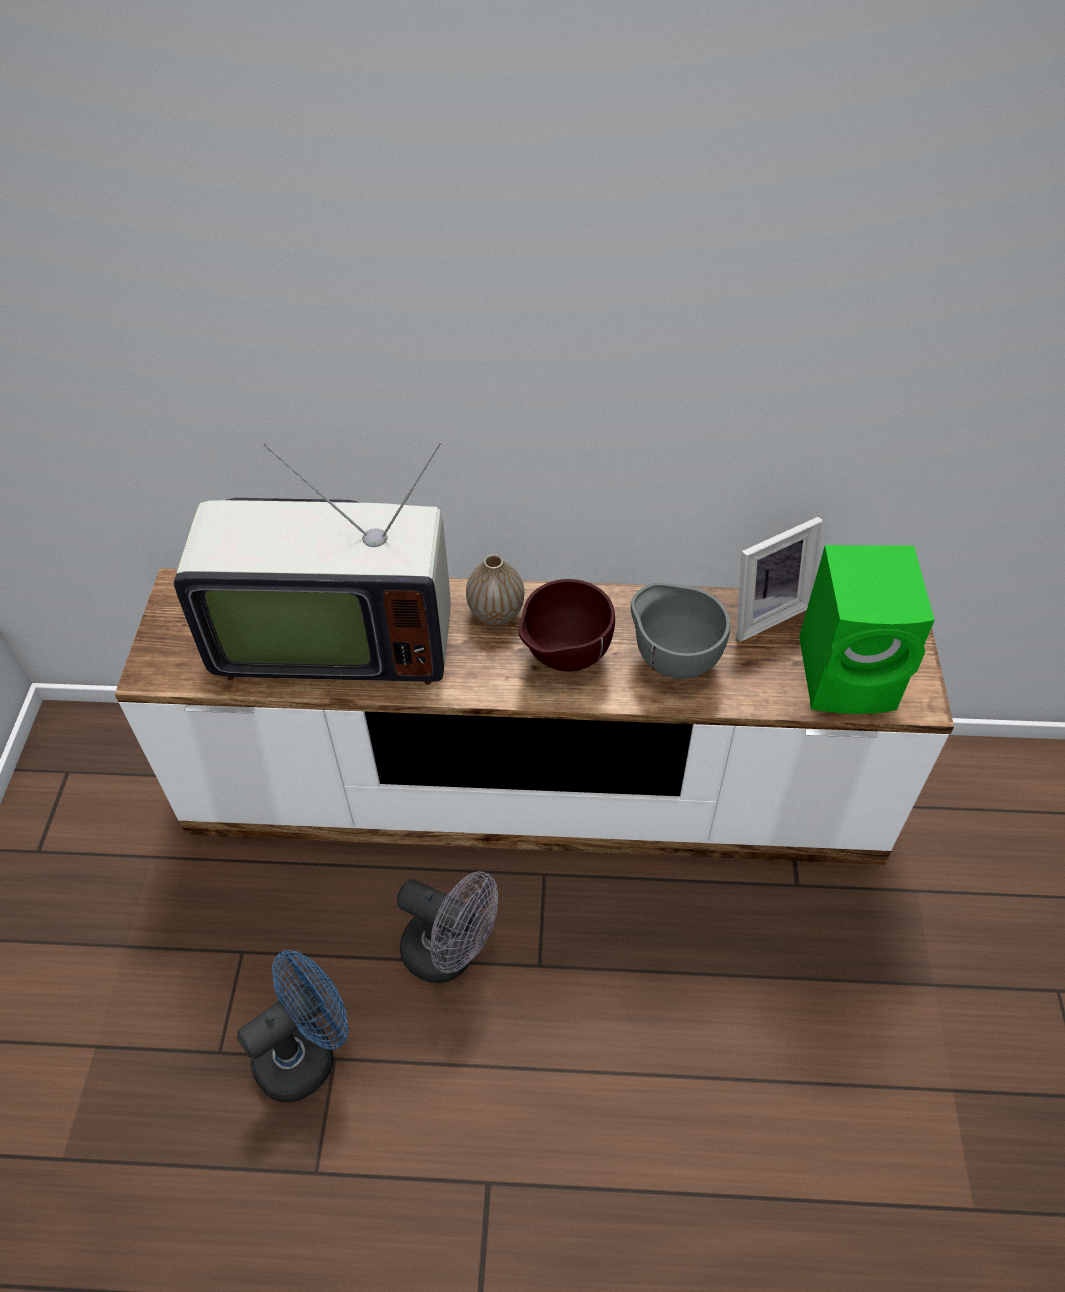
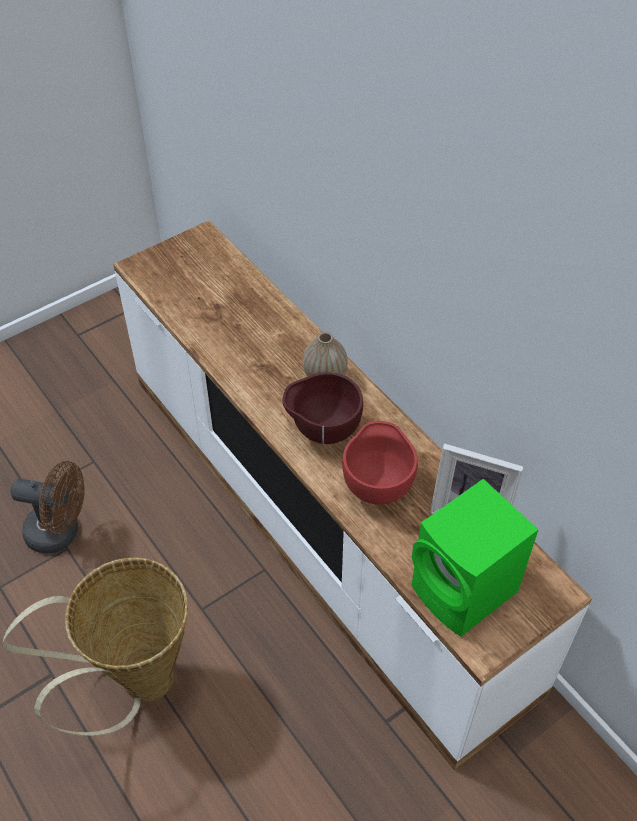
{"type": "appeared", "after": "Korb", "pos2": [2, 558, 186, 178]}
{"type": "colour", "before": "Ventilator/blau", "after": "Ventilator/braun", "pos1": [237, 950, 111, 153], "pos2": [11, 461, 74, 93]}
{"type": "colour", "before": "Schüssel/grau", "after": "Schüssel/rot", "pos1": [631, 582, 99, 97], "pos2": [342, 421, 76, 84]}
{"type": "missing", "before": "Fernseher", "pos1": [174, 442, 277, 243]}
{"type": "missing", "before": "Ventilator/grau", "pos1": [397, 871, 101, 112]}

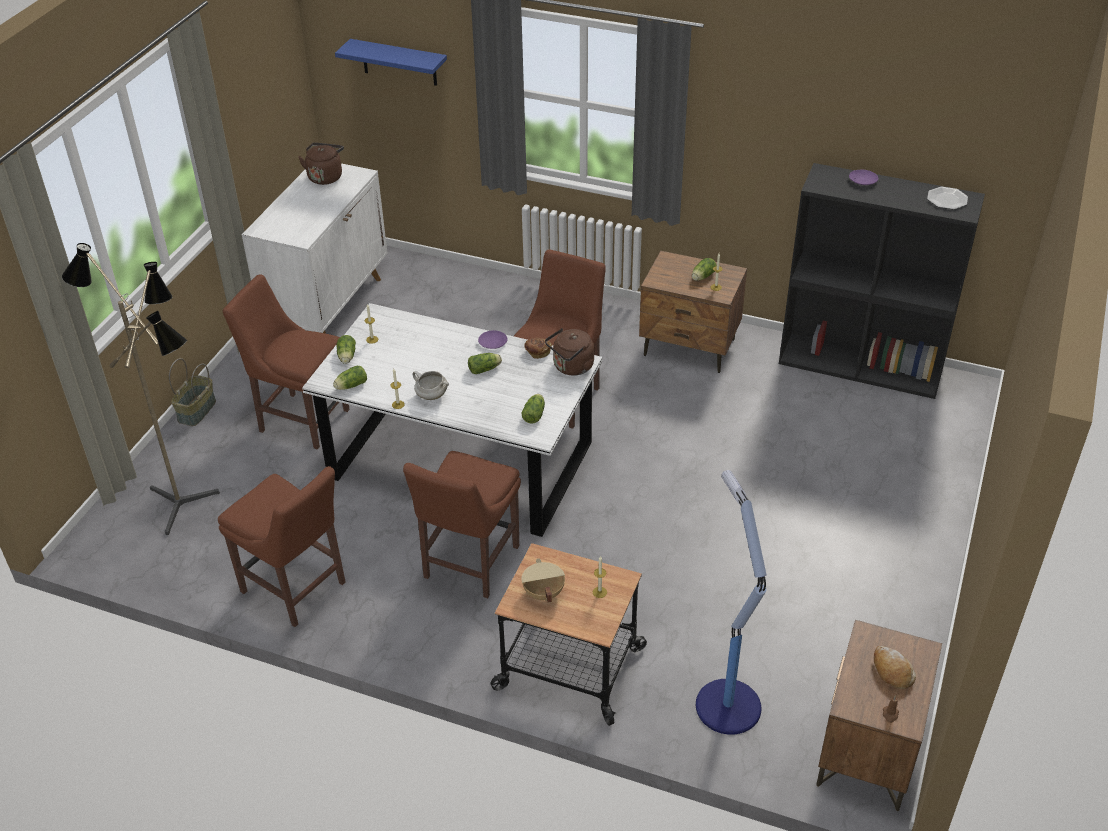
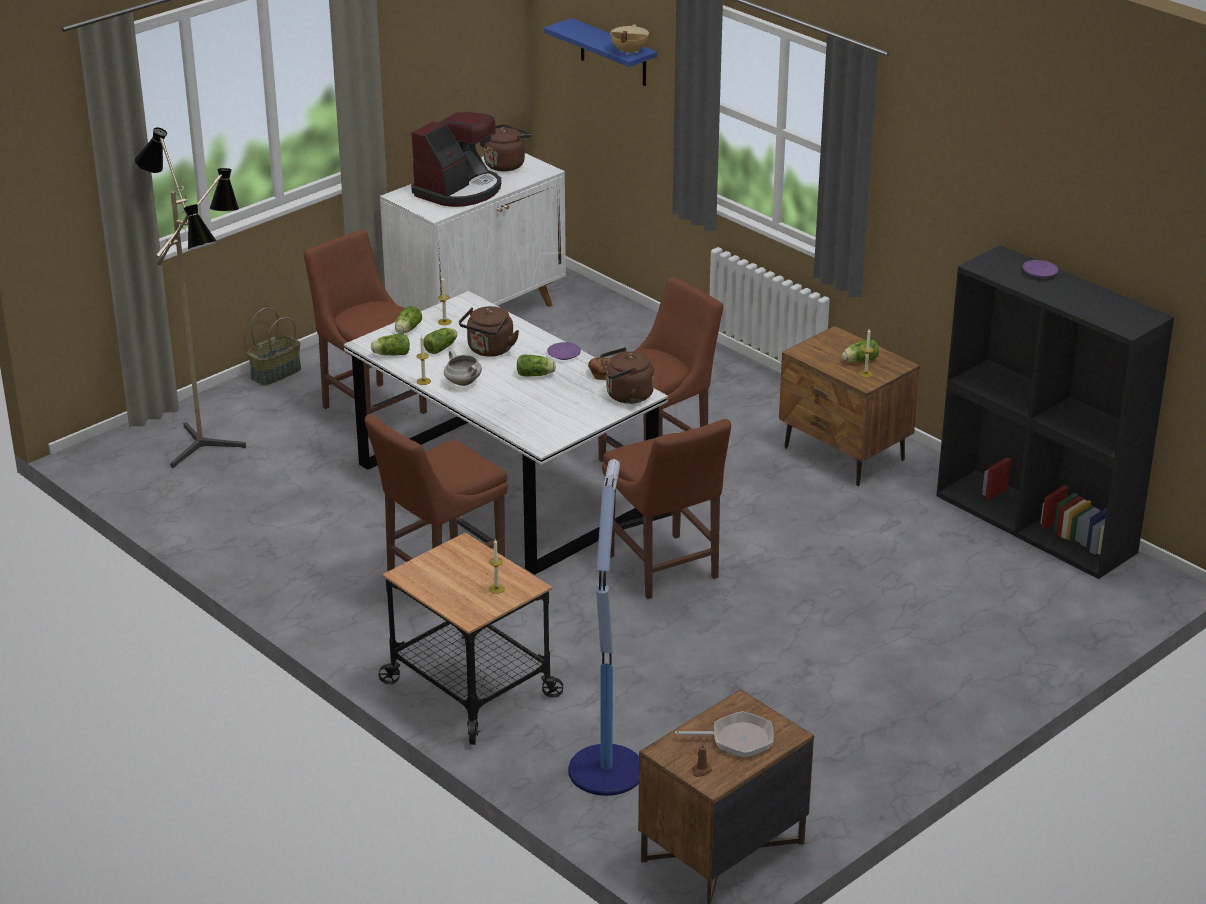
{"type": "appeared", "after": "Kaffeemaschine", "pos2": [411, 112, 90, 95]}
{"type": "relocated", "before": "Salatkopf", "pos1": [522, 394, 23, 30], "pos2": [423, 328, 34, 26]}
{"type": "appeared", "after": "Wasserkessel/braun", "pos2": [459, 306, 60, 51]}
{"type": "relocated", "before": "Stuhl/braun", "pos1": [218, 466, 128, 161], "pos2": [602, 419, 129, 180]}
{"type": "relocated", "before": "Kochtopf/beige", "pos1": [521, 558, 44, 45], "pos2": [610, 24, 39, 31]}
{"type": "exchanged", "before": "Brot", "after": "Pfanne", "pos1": [874, 646, 42, 43], "pos2": [675, 711, 99, 47]}
{"type": "missing", "before": "Teller", "pos1": [927, 187, 41, 22]}

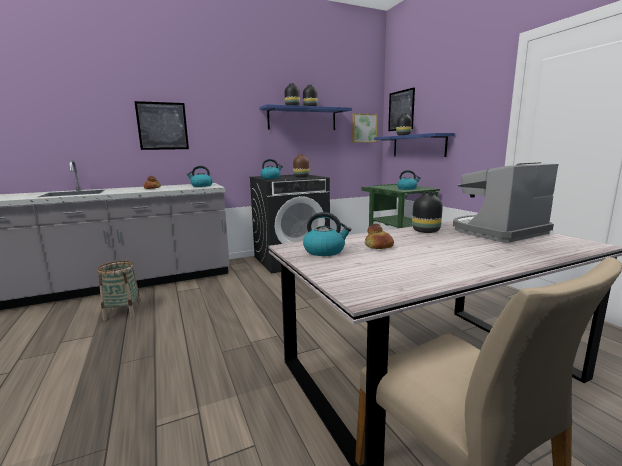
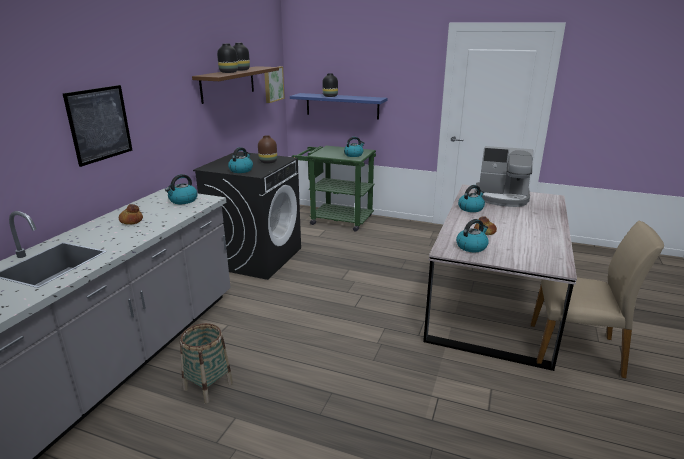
{"type": "colour", "before": "Wandregal/blau", "after": "Wandregal/braun", "pos1": [259, 104, 93, 26], "pos2": [192, 66, 87, 38]}
{"type": "exchanged", "before": "Vase/schwarz", "after": "Wasserkessel", "pos1": [412, 192, 31, 41], "pos2": [458, 185, 27, 27]}
{"type": "spun", "before": "Kaffeemaschine", "pos1": [453, 162, 105, 81], "pos2": [474, 146, 59, 61], "turn": -90}
{"type": "missing", "before": "Bild", "pos1": [388, 87, 27, 44]}

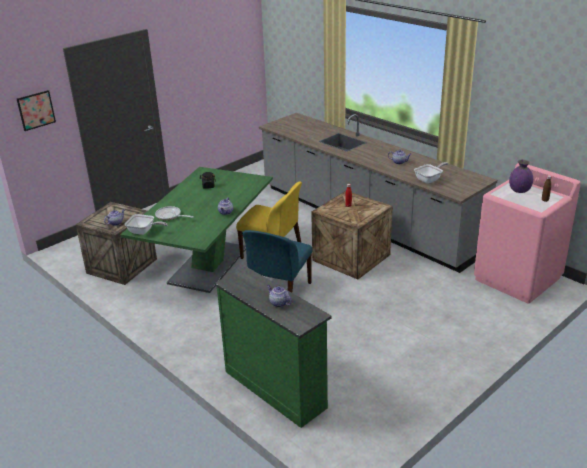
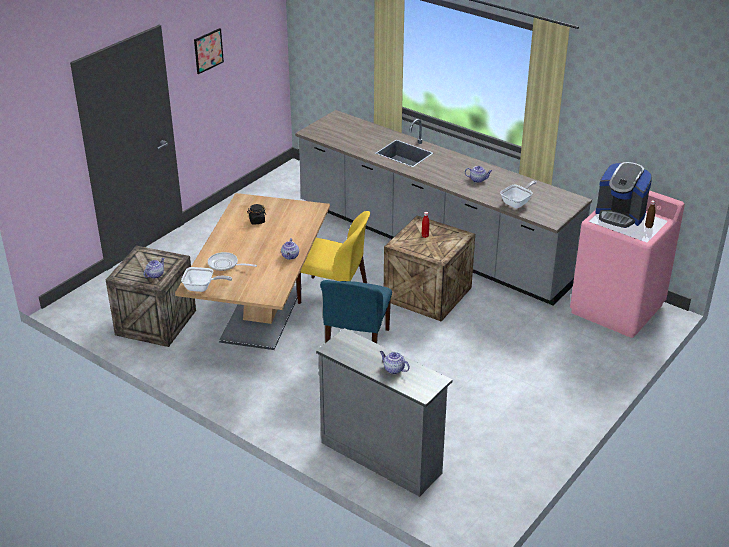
{"type": "colour", "before": "Esstisch/grün", "after": "Esstisch/braun", "pos1": [120, 167, 153, 126], "pos2": [175, 193, 155, 157]}
{"type": "relocated", "before": "Bild", "pos1": [17, 90, 39, 41], "pos2": [194, 28, 30, 46]}
{"type": "colour", "before": "Kommode/grün", "after": "Kommode/grau", "pos1": [215, 267, 117, 161], "pos2": [316, 328, 137, 169]}
{"type": "exchanged", "before": "Vase/lila", "after": "Kaffeemaschine", "pos1": [509, 159, 24, 34], "pos2": [595, 162, 57, 66]}

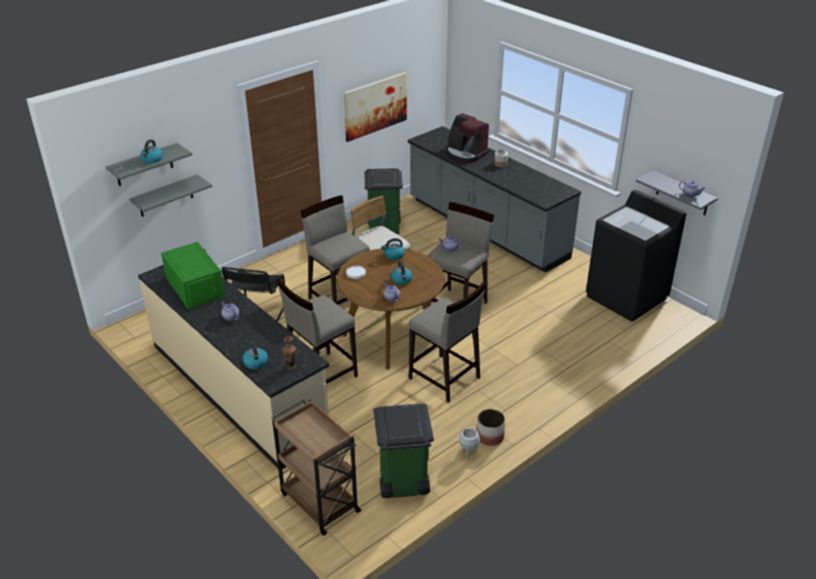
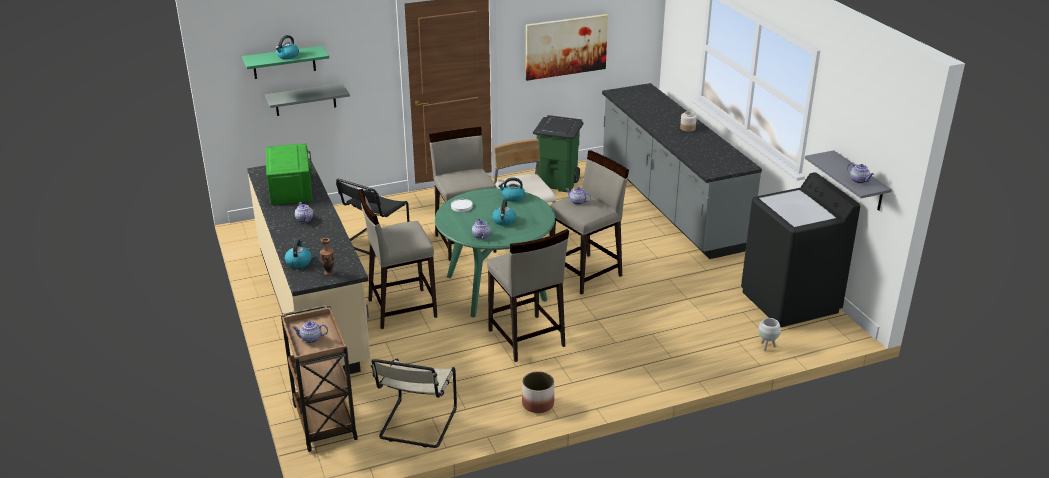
{"type": "colour", "before": "Wandregal/grau", "after": "Wandregal/grün", "pos1": [106, 143, 86, 43], "pos2": [242, 46, 87, 33]}
{"type": "appeared", "after": "Teekanne", "pos2": [292, 321, 36, 22]}
{"type": "exchanged", "before": "Mülleimer/grün", "after": "Stuhl/beige", "pos1": [373, 404, 61, 94], "pos2": [371, 359, 86, 89]}
{"type": "colour", "before": "Esstisch/braun", "after": "Esstisch/grün", "pos1": [336, 248, 109, 121], "pos2": [435, 188, 120, 129]}
{"type": "relocated", "before": "Pflanzkübel/weiß", "pos1": [459, 428, 21, 32], "pos2": [758, 318, 23, 33]}
{"type": "missing", "before": "Kaffeemaschine", "pos1": [446, 113, 43, 50]}

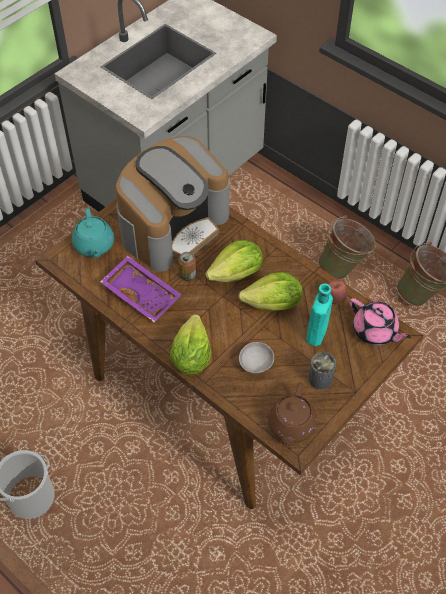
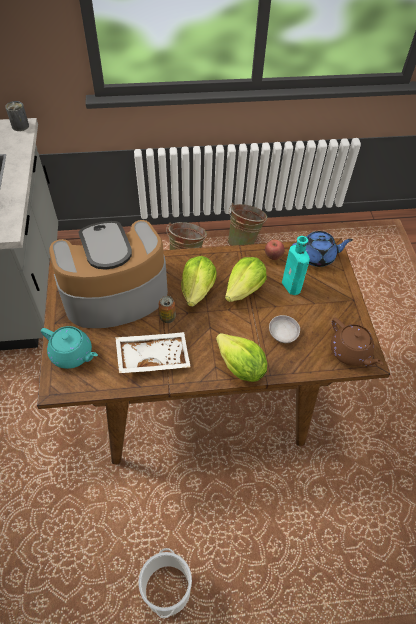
{"type": "relocated", "before": "Dose", "pos1": [308, 352, 28, 38], "pos2": [5, 101, 24, 30]}
{"type": "spun", "before": "Kaffeemaschine", "pos1": [115, 136, 115, 136], "pos2": [49, 220, 119, 108], "turn": -105}
{"type": "colour", "before": "Tablett/lila", "after": "Tablett/weiß", "pos1": [100, 256, 82, 67], "pos2": [115, 332, 75, 41]}
{"type": "colour", "before": "Teekanne/rosa", "after": "Teekanne/blau", "pos1": [350, 298, 61, 47], "pos2": [292, 231, 61, 36]}

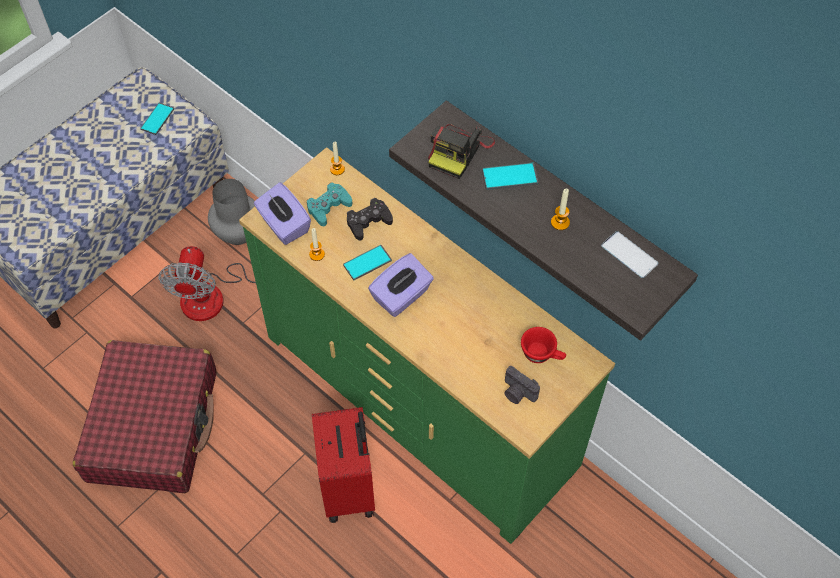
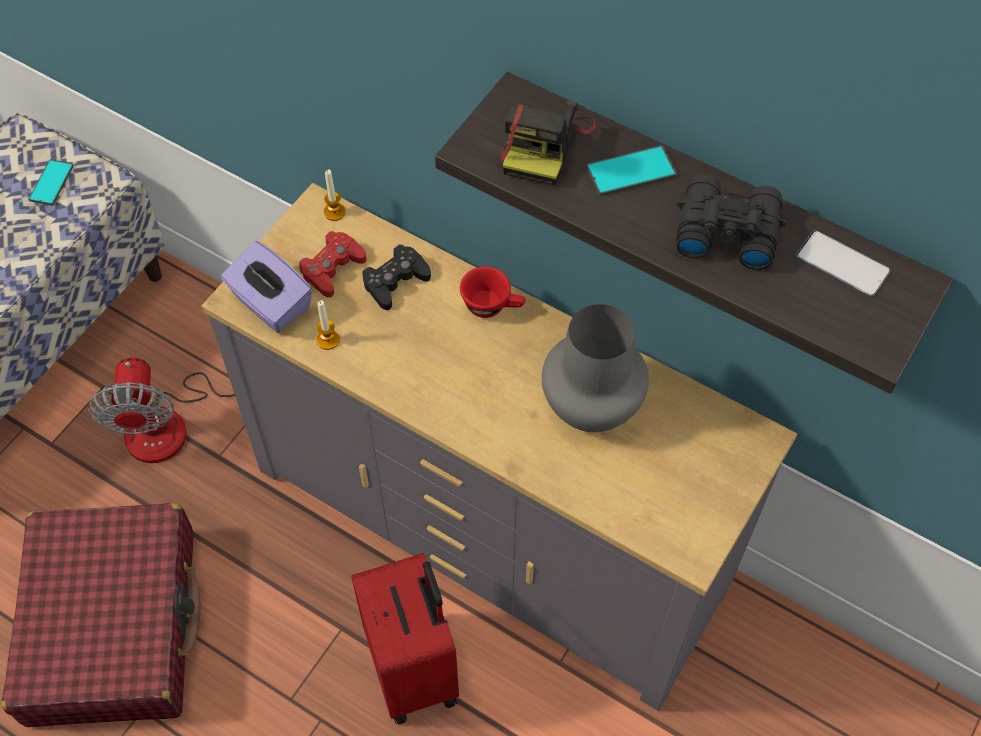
{"type": "colour", "before": "Kommode/grün", "after": "Kommode/grau", "pos1": [239, 147, 376, 397], "pos2": [202, 183, 595, 528]}
{"type": "colour", "before": "Gamepad/türkis", "after": "Gamepad/rot", "pos1": [307, 182, 45, 44], "pos2": [299, 231, 67, 66]}
{"type": "relocated", "before": "Tasse/rot", "pos1": [521, 327, 45, 36], "pos2": [460, 266, 66, 52]}
{"type": "relocated", "before": "Vase/grau", "pos1": [208, 179, 47, 66], "pos2": [542, 304, 107, 128]}
{"type": "exchanged", "before": "Kerze", "after": "Fernglas/schwarz", "pos1": [551, 189, 19, 41], "pos2": [676, 175, 110, 95]}
{"type": "missing", "before": "Handy", "pos1": [343, 245, 49, 35]}
{"type": "missing", "before": "Taschentuchbox/lila", "pos1": [368, 253, 66, 64]}
{"type": "missing", "before": "Kamera", "pos1": [504, 366, 36, 38]}

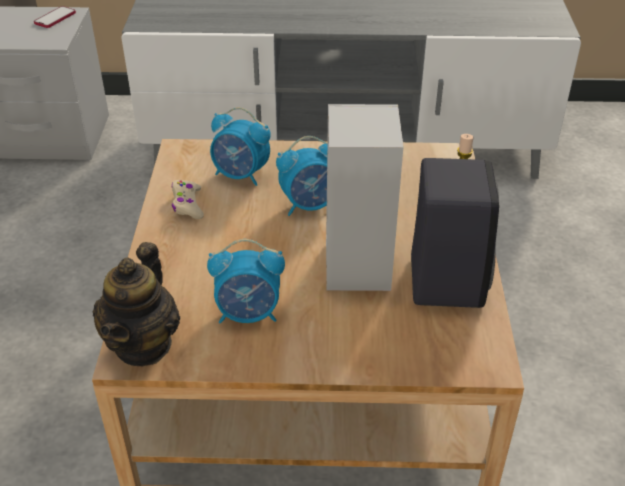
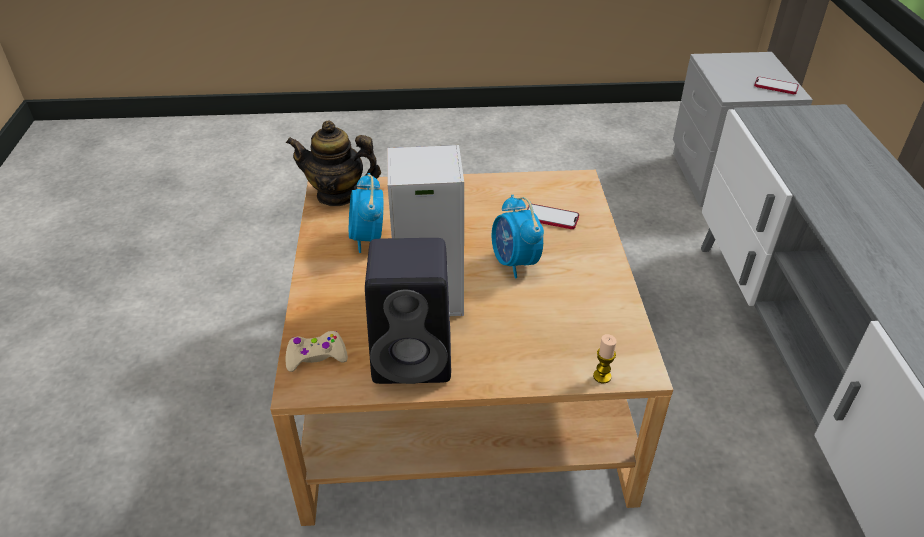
{"type": "relocated", "before": "Gamepad/beige", "pos1": [172, 180, 32, 39], "pos2": [286, 331, 62, 41]}
{"type": "exchanged", "before": "Wecker", "after": "Handy", "pos1": [210, 107, 61, 79], "pos2": [527, 204, 52, 25]}

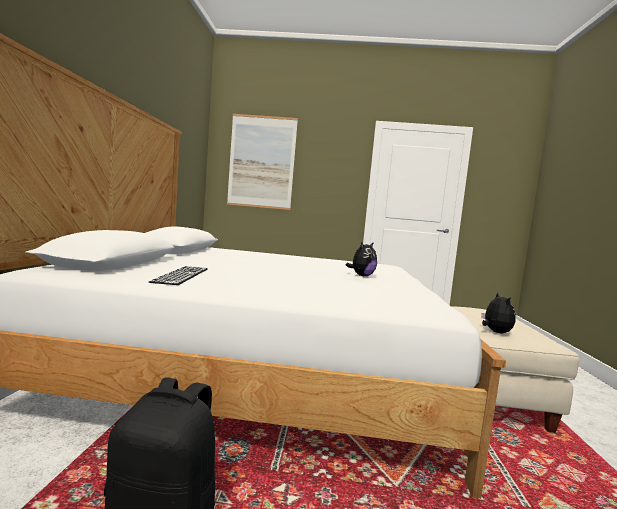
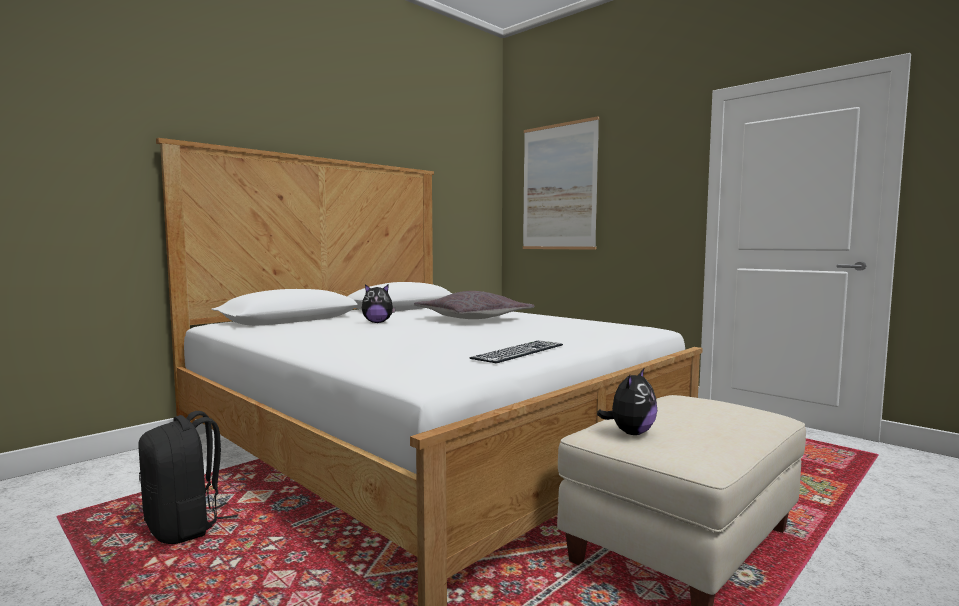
{"type": "relocated", "before": "Plüschtier", "pos1": [346, 242, 31, 34], "pos2": [362, 284, 34, 39]}
{"type": "appeared", "after": "Kissen/grau", "pos2": [414, 291, 120, 28]}
{"type": "relocated", "before": "Tastatur", "pos1": [149, 266, 59, 19], "pos2": [470, 341, 93, 22]}

